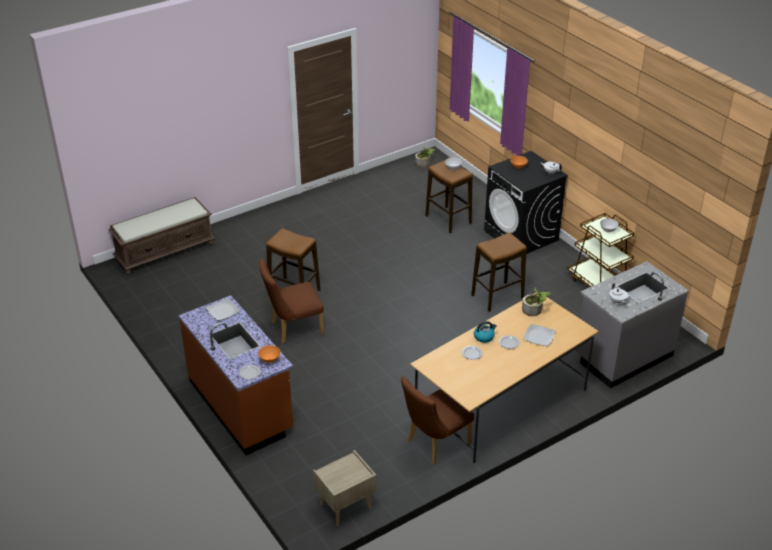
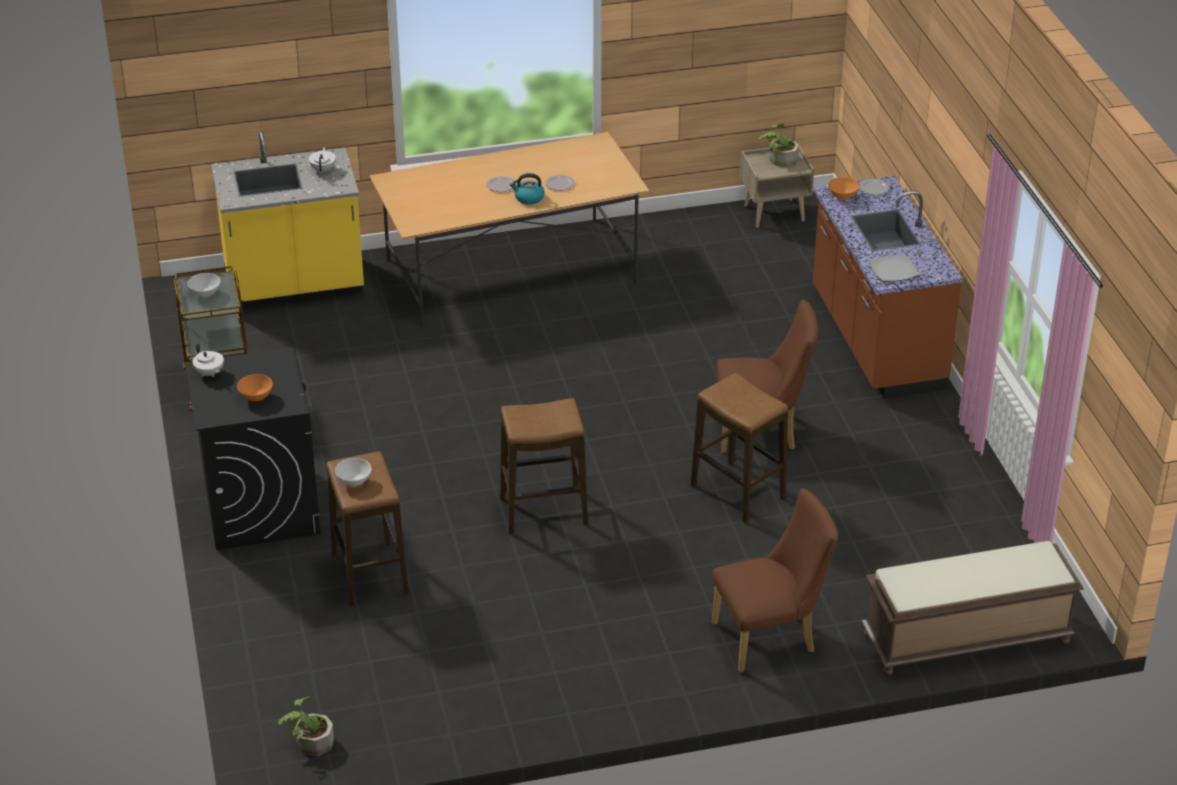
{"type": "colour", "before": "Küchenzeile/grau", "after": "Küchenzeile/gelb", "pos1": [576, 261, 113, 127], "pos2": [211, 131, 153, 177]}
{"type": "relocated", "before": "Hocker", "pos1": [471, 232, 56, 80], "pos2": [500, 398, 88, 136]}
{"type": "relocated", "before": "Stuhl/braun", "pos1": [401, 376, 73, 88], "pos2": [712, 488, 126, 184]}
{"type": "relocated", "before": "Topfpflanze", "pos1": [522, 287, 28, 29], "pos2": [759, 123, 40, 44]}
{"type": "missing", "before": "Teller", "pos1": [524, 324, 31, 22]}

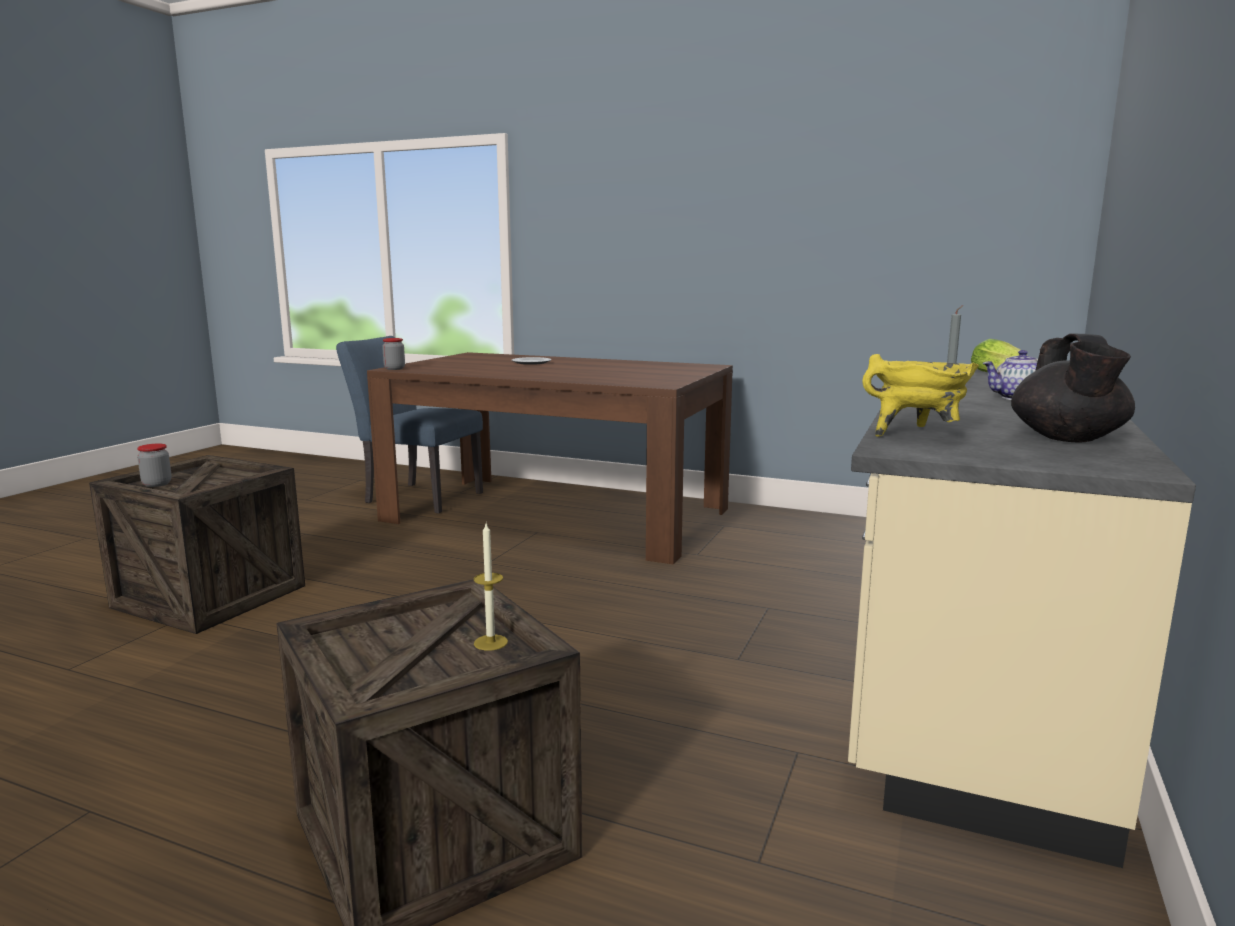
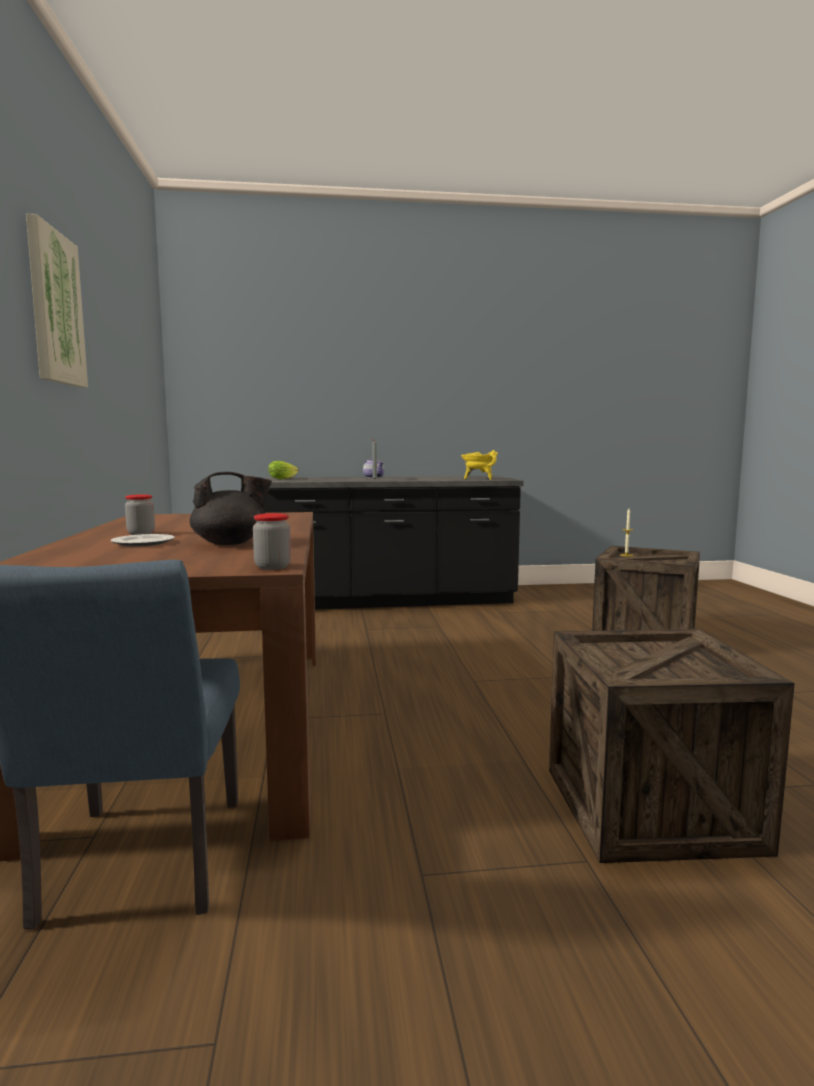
{"type": "appeared", "after": "Bild", "pos2": [26, 214, 62, 174]}
{"type": "relocated", "before": "Vorratsglas", "pos1": [137, 443, 35, 44], "pos2": [125, 494, 30, 41]}
{"type": "relocated", "before": "Teekanne/schwarz", "pos1": [1011, 333, 124, 110], "pos2": [190, 472, 82, 73]}
{"type": "colour", "before": "Küchenzeile/beige", "after": "Küchenzeile/schwarz", "pos1": [848, 369, 348, 499], "pos2": [263, 476, 260, 133]}

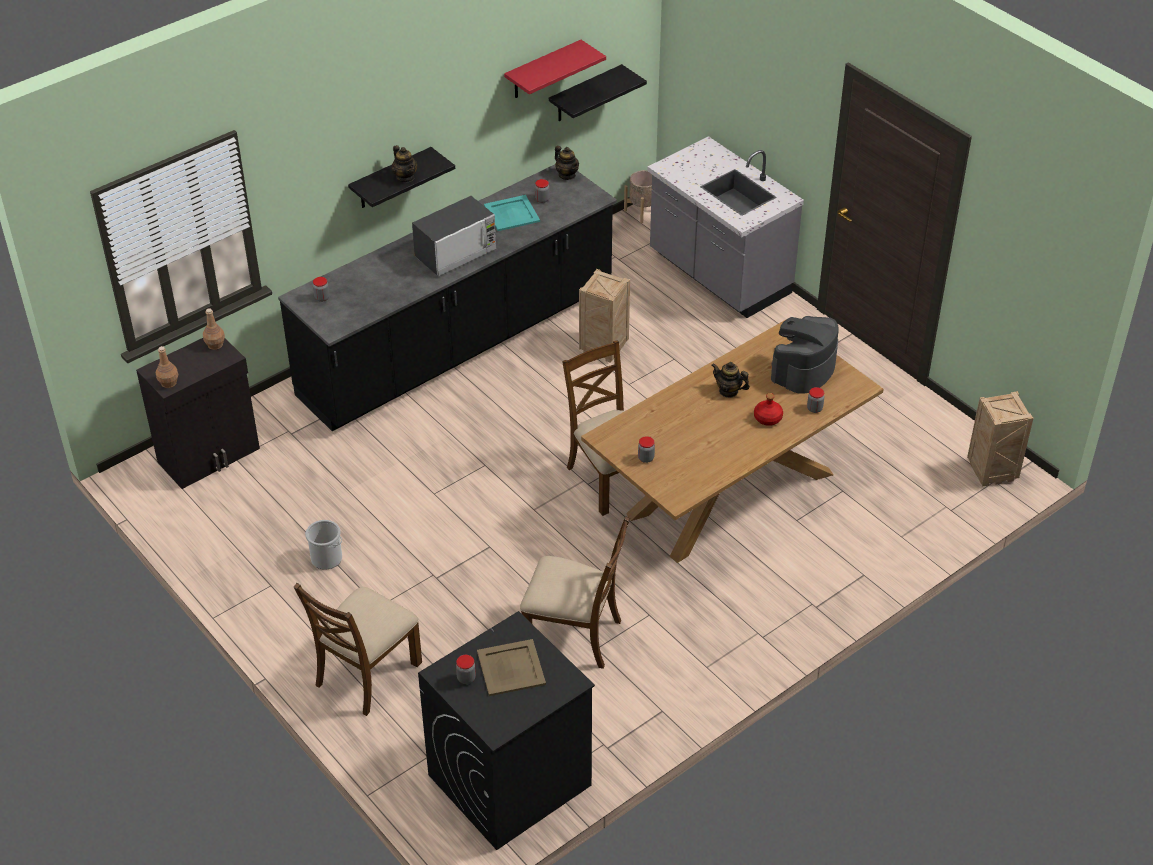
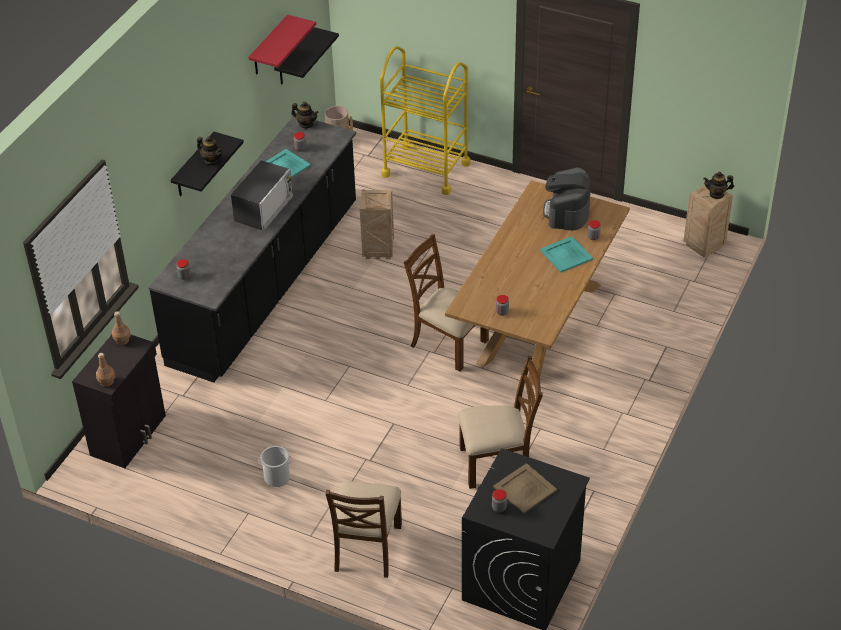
{"type": "exchanged", "before": "Küchenzeile/grau", "after": "Rollwagen/gelb", "pos1": [647, 136, 157, 182], "pos2": [380, 46, 90, 149]}
{"type": "exchanged", "before": "Flasche/rot", "after": "Tablett/türkis", "pos1": [754, 393, 29, 33], "pos2": [540, 236, 53, 37]}
{"type": "relocated", "before": "Teekanne", "pos1": [711, 362, 39, 36], "pos2": [703, 172, 31, 27]}

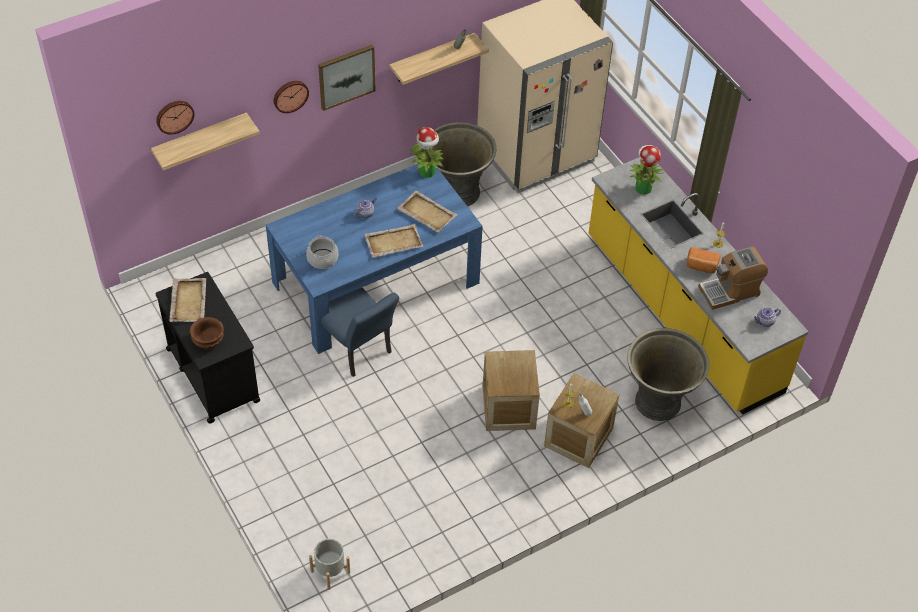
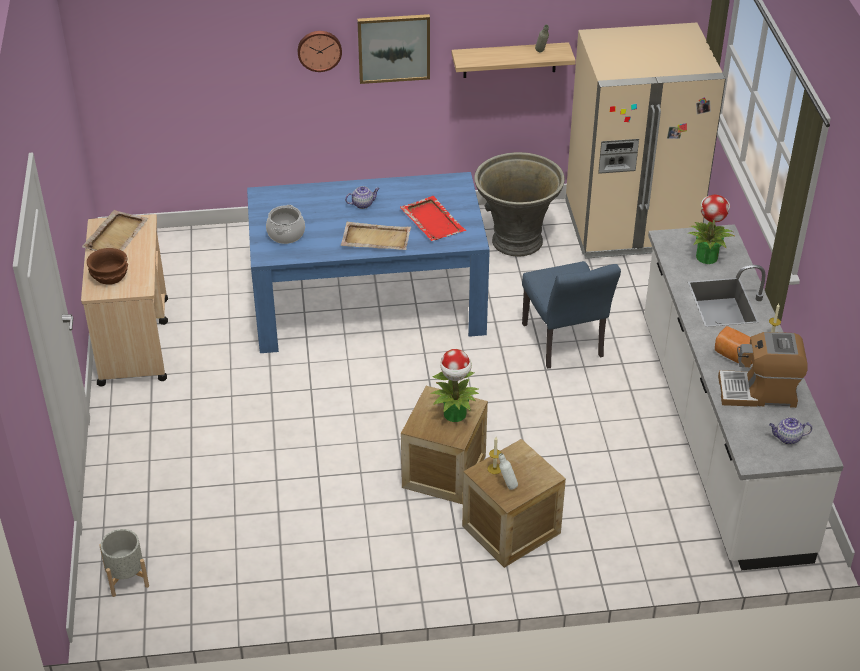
{"type": "colour", "before": "Rollwagen/schwarz", "after": "Rollwagen/beige", "pos1": [155, 272, 105, 152], "pos2": [81, 214, 87, 172]}
{"type": "colour", "before": "Tablett/beige", "after": "Tablett/rot", "pos1": [397, 190, 61, 42], "pos2": [400, 196, 66, 45]}
{"type": "relocated", "before": "Topfpflanze", "pos1": [409, 127, 35, 51], "pos2": [430, 349, 49, 73]}
{"type": "relocated", "before": "Stuhl/blau", "pos1": [321, 288, 78, 89], "pos2": [522, 261, 99, 107]}
{"type": "colour", "before": "Küchenzeile/gelb", "after": "Küchenzeile/weiß", "pos1": [589, 157, 220, 258], "pos2": [644, 224, 200, 346]}
{"type": "missing", "before": "Wandregal", "pos1": [151, 112, 109, 58]}
{"type": "missing", "before": "Wanduhr", "pos1": [156, 101, 39, 34]}
{"type": "missing", "before": "Pflanzkübel/grau", "pos1": [627, 328, 82, 93]}

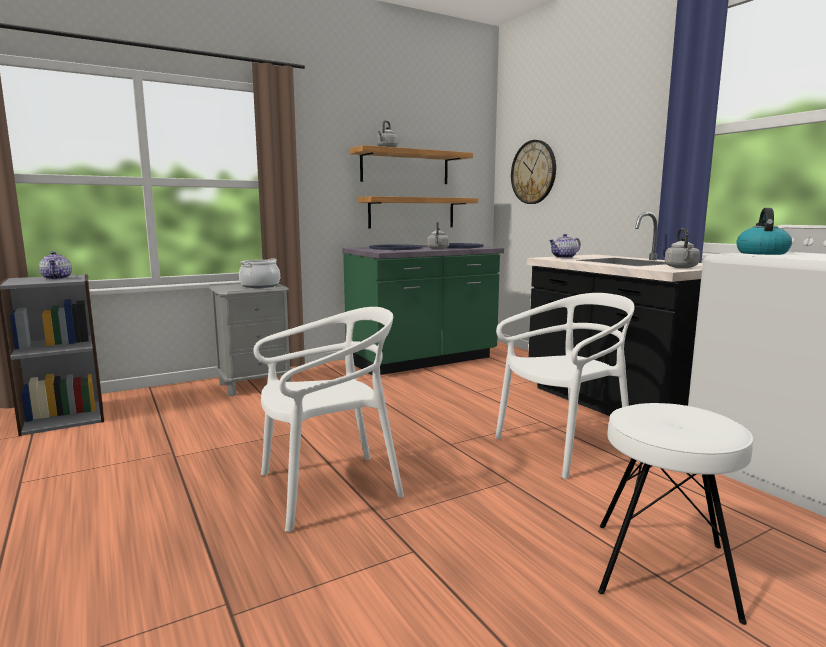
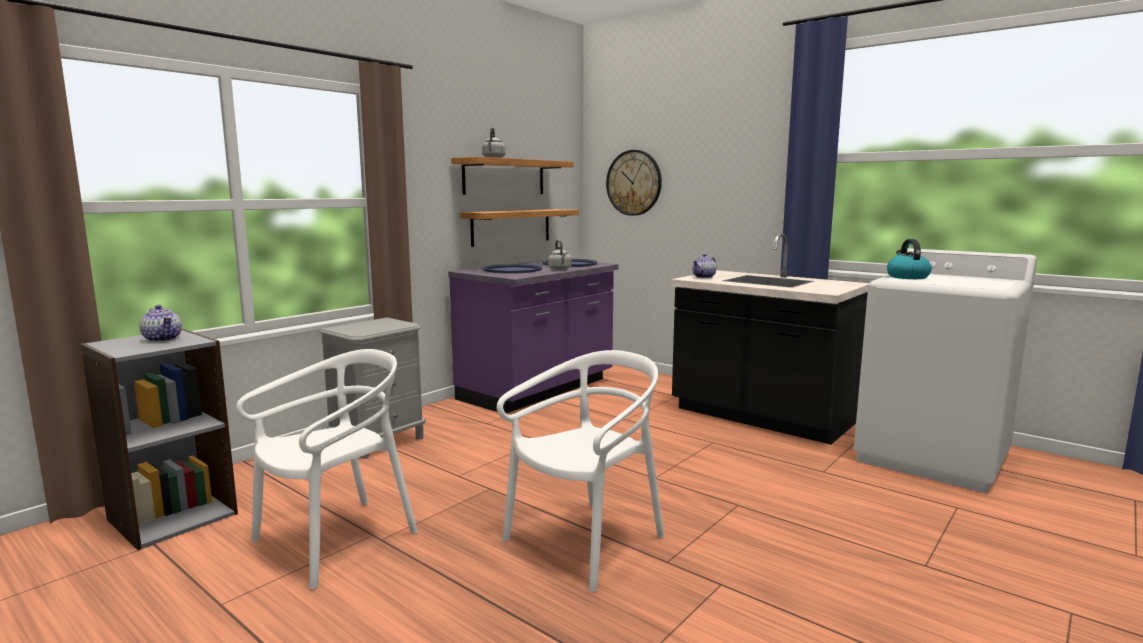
{"type": "relocated", "before": "Stuhl/weiß", "pos1": [495, 293, 140, 186], "pos2": [236, 349, 181, 240]}
{"type": "colour", "before": "Küchenzeile/grün", "after": "Küchenzeile/lila", "pos1": [342, 245, 162, 130], "pos2": [448, 259, 171, 155]}
{"type": "missing", "before": "Kochtopf", "pos1": [239, 259, 41, 29]}
{"type": "missing", "before": "Hocker/weiß", "pos1": [598, 403, 155, 222]}
{"type": "missing", "before": "Wasserkessel/grau", "pos1": [665, 228, 35, 40]}

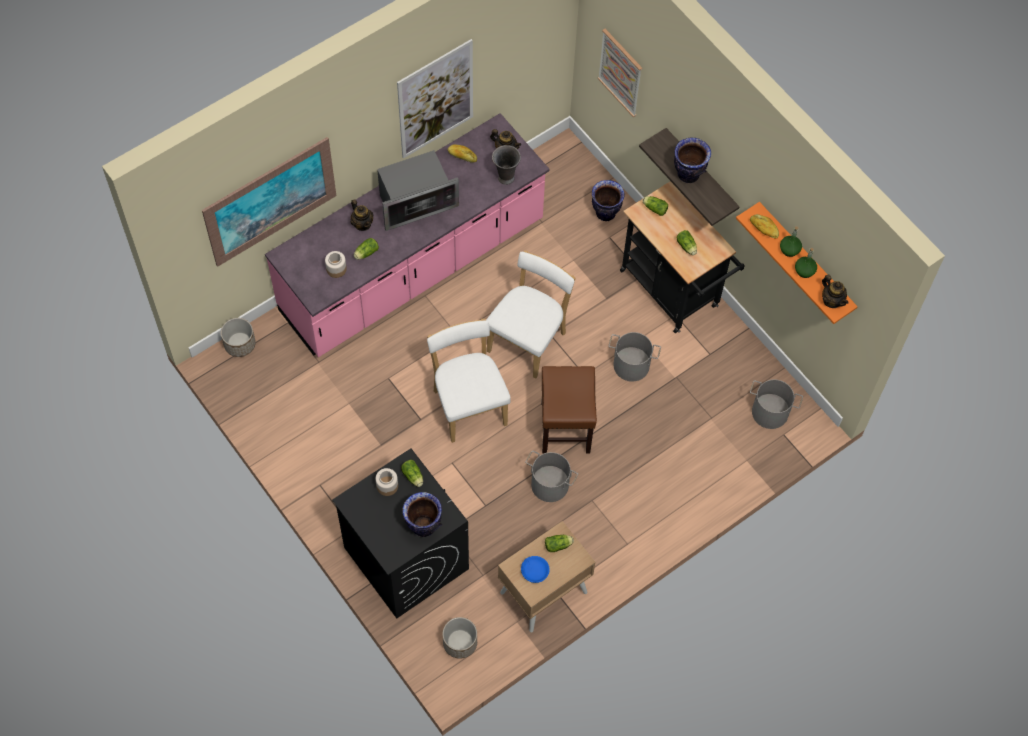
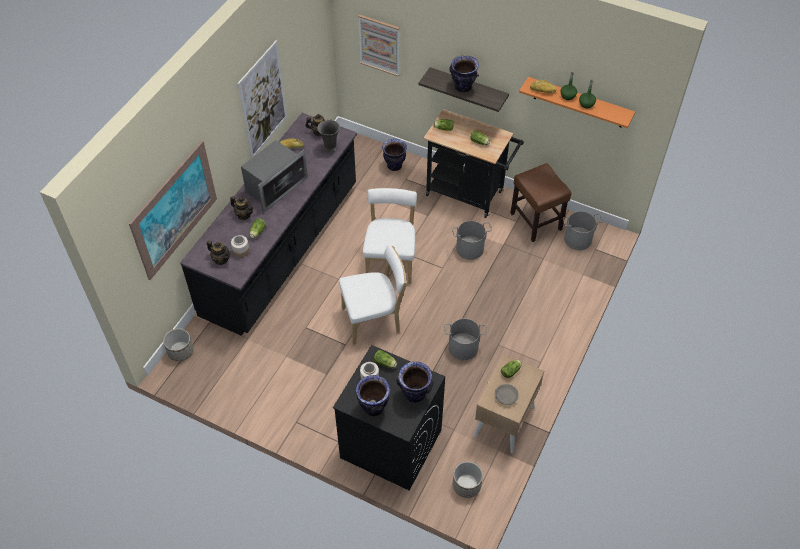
{"type": "colour", "before": "Küchenzeile/rosa", "after": "Küchenzeile/schwarz", "pos1": [265, 113, 285, 244], "pos2": [180, 113, 177, 223]}
{"type": "relocated", "before": "Teekanne", "pos1": [822, 274, 27, 34], "pos2": [207, 241, 23, 24]}
{"type": "spun", "before": "Stuhl/weiß", "pos1": [427, 319, 84, 124], "pos2": [339, 244, 68, 101], "turn": 120}
{"type": "appeared", "after": "Vase", "pos2": [356, 375, 34, 41]}
{"type": "colour", "before": "Schüssel/blau", "after": "Schüssel/grau", "pos1": [521, 556, 29, 27], "pos2": [495, 384, 24, 21]}
{"type": "relocated", "before": "Hocker/braun", "pos1": [542, 366, 55, 87], "pos2": [510, 163, 62, 79]}

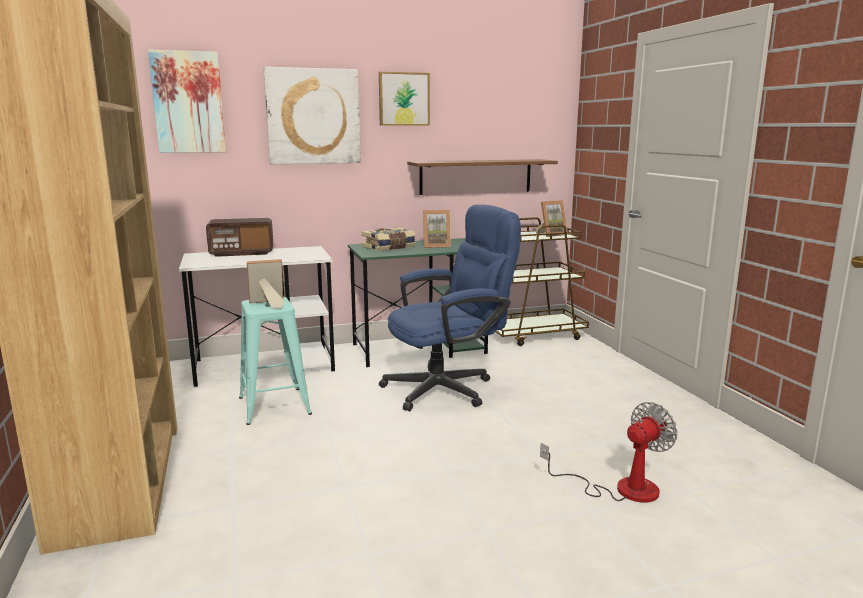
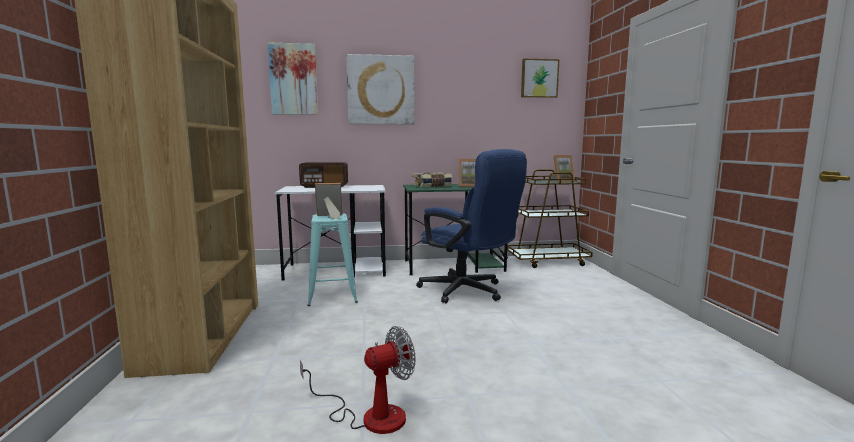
{"type": "relocated", "before": "Ventilator", "pos1": [540, 402, 137, 101], "pos2": [300, 326, 116, 108]}
{"type": "spun", "before": "Bürostuhl/blau", "pos1": [379, 204, 142, 207], "pos2": [416, 149, 111, 155], "turn": 60}
{"type": "relocated", "before": "Bild", "pos1": [379, 72, 51, 54], "pos2": [521, 59, 39, 39]}
{"type": "missing", "before": "Wandregal/braun", "pos1": [407, 159, 151, 36]}

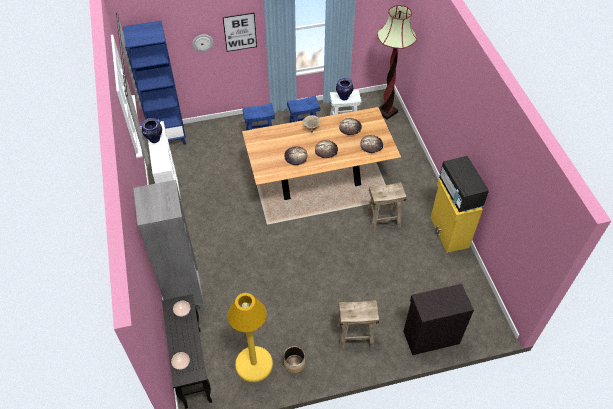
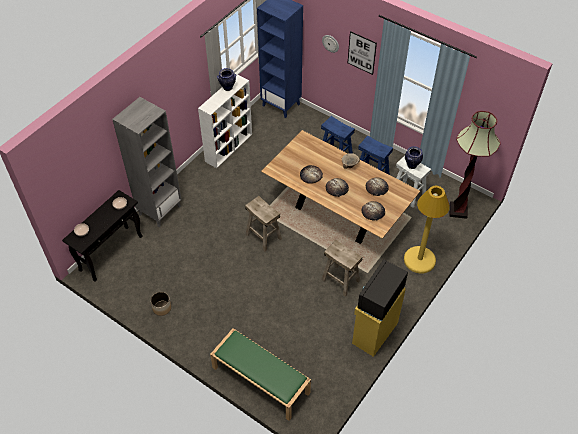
{"type": "exchanged", "before": "Schrank/schwarz", "after": "Bank/grün", "pos1": [403, 284, 71, 71], "pos2": [210, 328, 101, 93]}
{"type": "relocated", "before": "Hocker/beige", "pos1": [337, 300, 42, 49], "pos2": [245, 196, 37, 56]}
{"type": "relocated", "before": "Stehlampe/gelb", "pos1": [227, 293, 46, 89], "pos2": [404, 186, 46, 87]}

